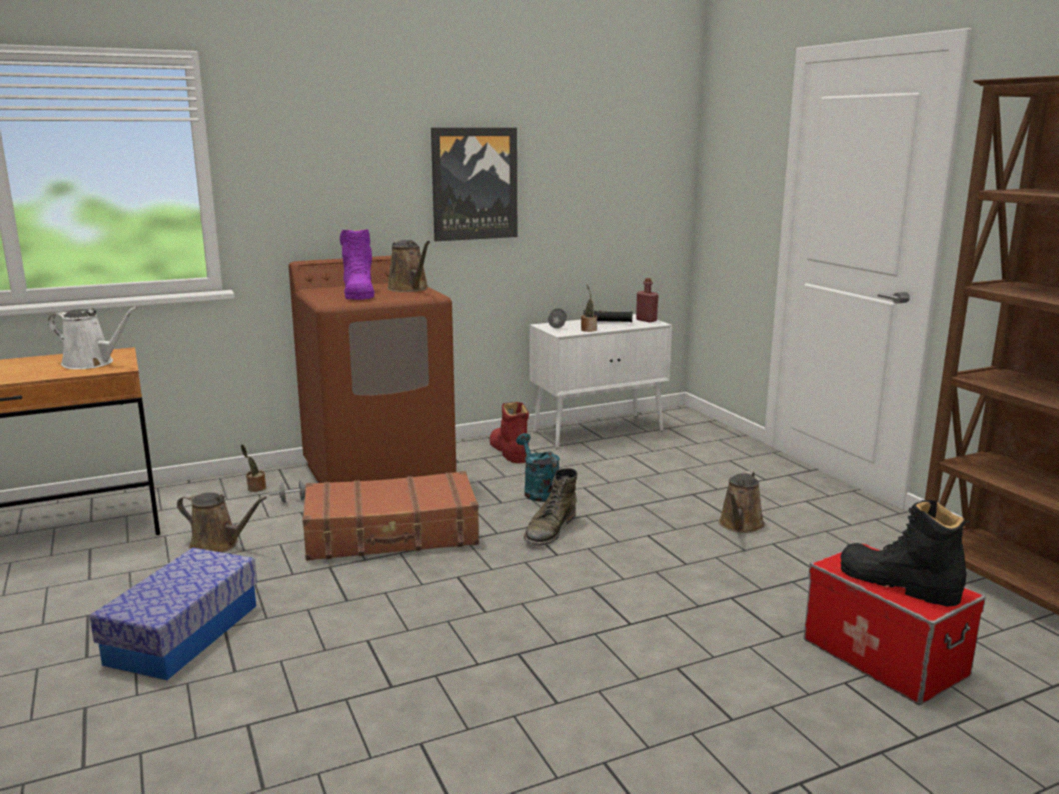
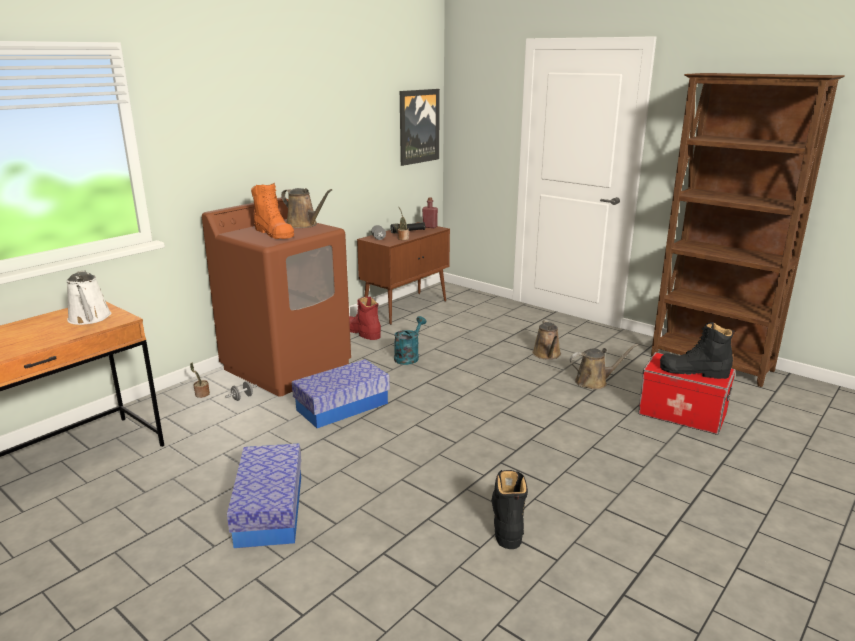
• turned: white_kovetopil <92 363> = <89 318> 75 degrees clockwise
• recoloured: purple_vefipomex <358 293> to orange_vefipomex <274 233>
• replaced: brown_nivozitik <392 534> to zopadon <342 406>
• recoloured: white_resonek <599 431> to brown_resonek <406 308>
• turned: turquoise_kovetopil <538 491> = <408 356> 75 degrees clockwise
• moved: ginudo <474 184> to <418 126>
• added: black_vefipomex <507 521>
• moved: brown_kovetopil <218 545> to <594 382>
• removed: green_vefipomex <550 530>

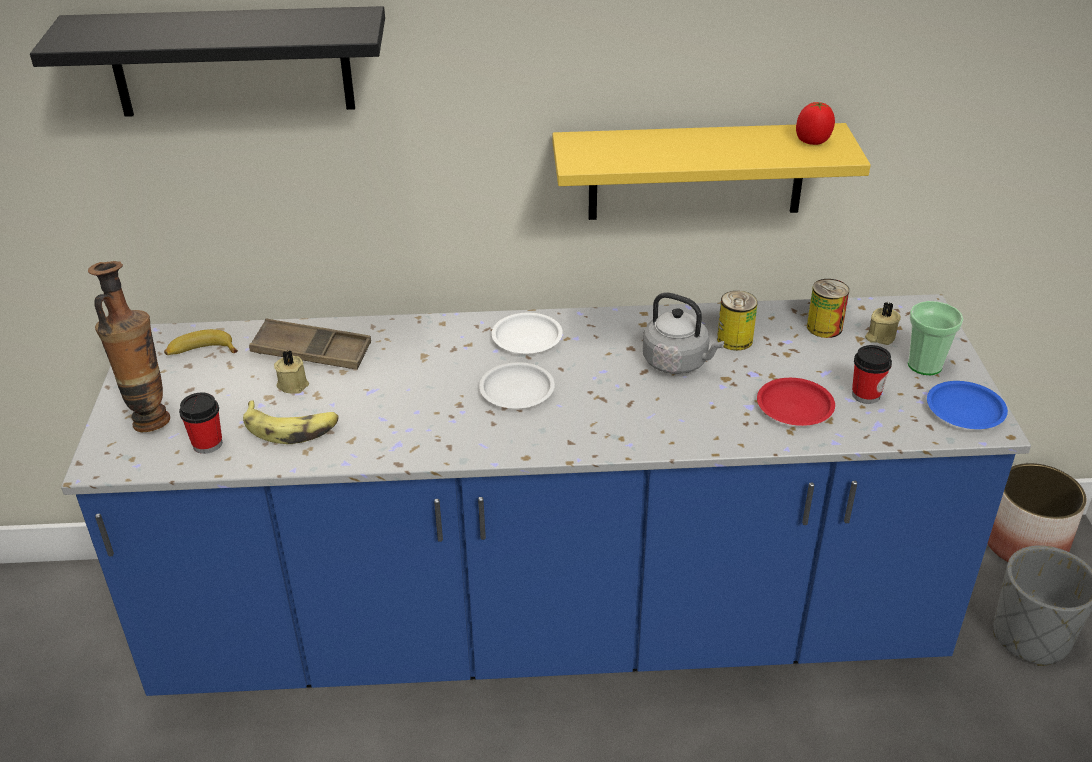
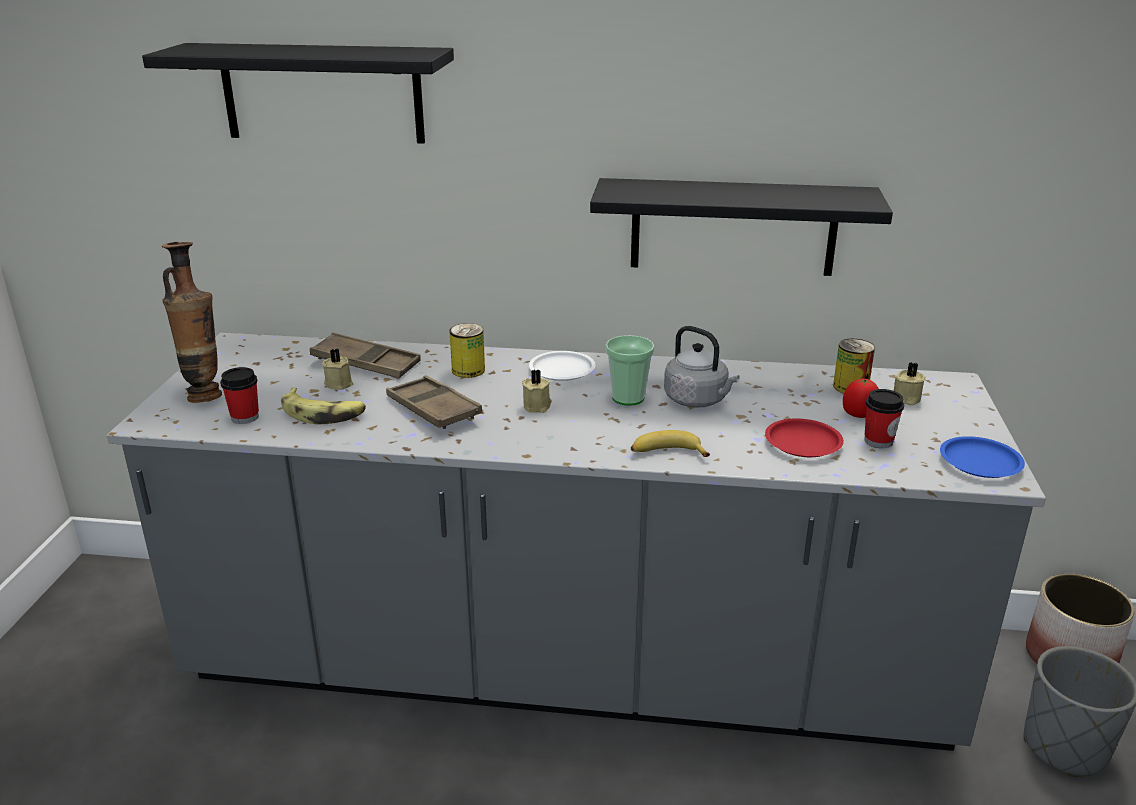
• recoloured: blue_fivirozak <548 624> to grey_fivirozak <568 668>
• added: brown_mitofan <433 409>
• moved: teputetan <734 340> to <468 370>
• replaced: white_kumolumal <517 390> to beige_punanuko <538 406>
• recoloured: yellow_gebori <696 172> to black_gebori <733 227>
• moved: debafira <924 365> to <628 398>
• moved: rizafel <201 352> to <667 453>
• moved: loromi <813 141> to <859 414>

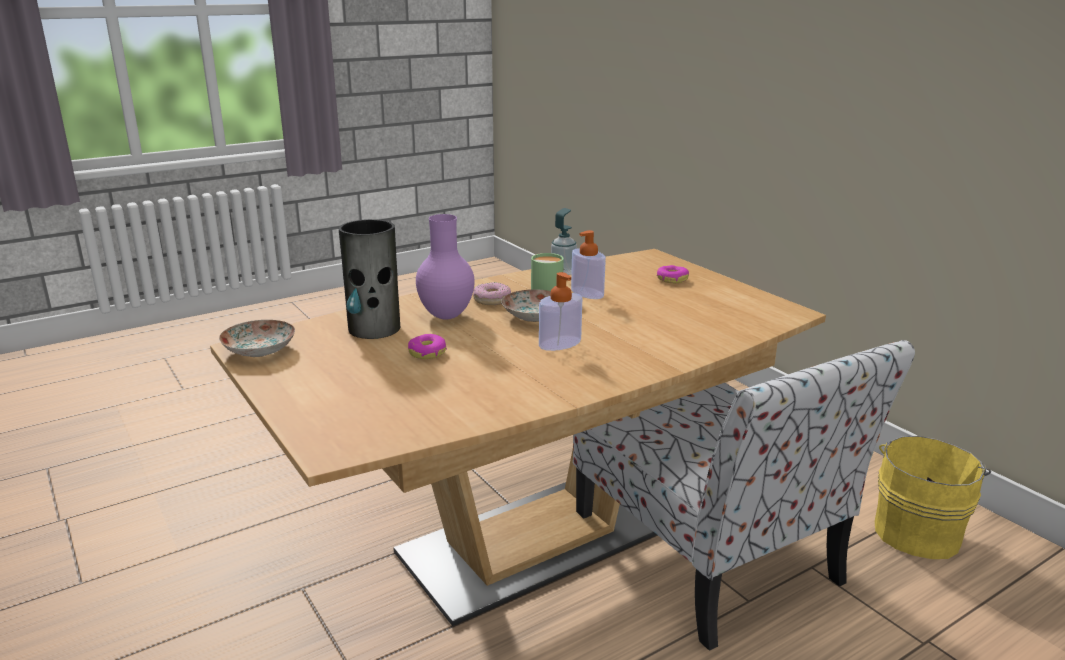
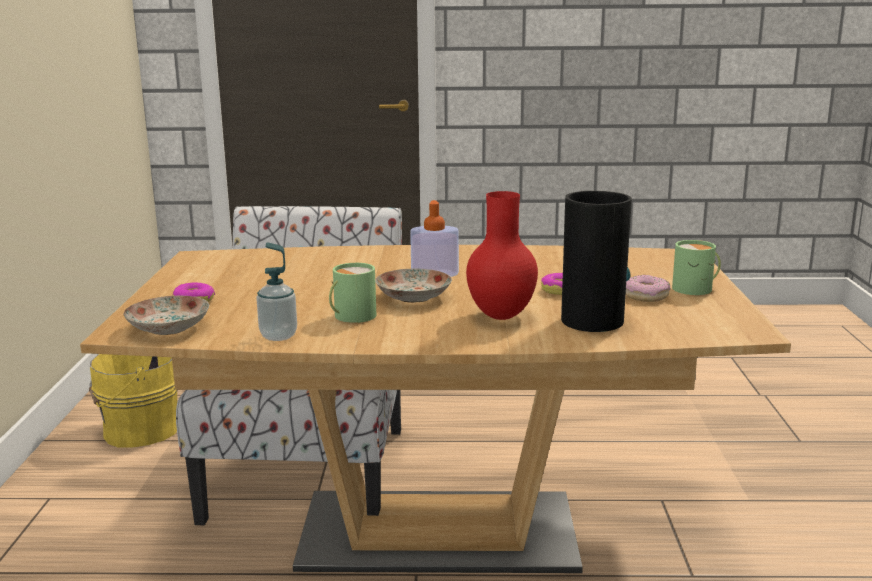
• moved: kumolumal <260 350> to <168 328>
• recoloured: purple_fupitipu <446 315> to red_fupitipu <500 317>
• moved: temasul <491 300> to <646 296>
• added: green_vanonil <696 288>
• removed: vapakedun <587 293>

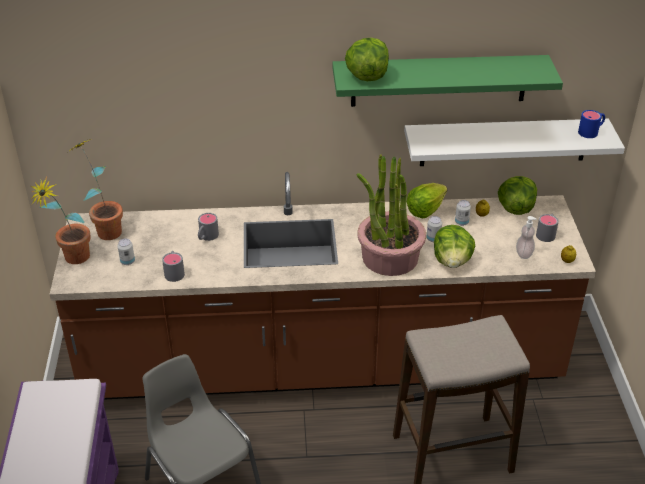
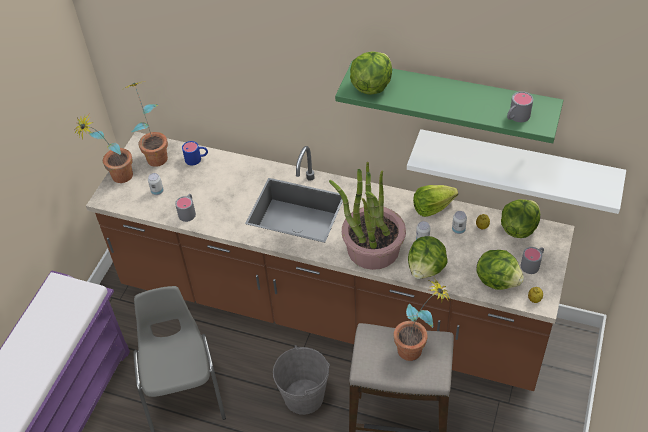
• moved: blue_vanonil <591 131> to <197 159>
• added: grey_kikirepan <304 396>
• added: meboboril <417 349>
• replaced: vapakedun <524 254> to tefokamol <497 280>
• moved: grey_vanonil <206 237> to <516 117>

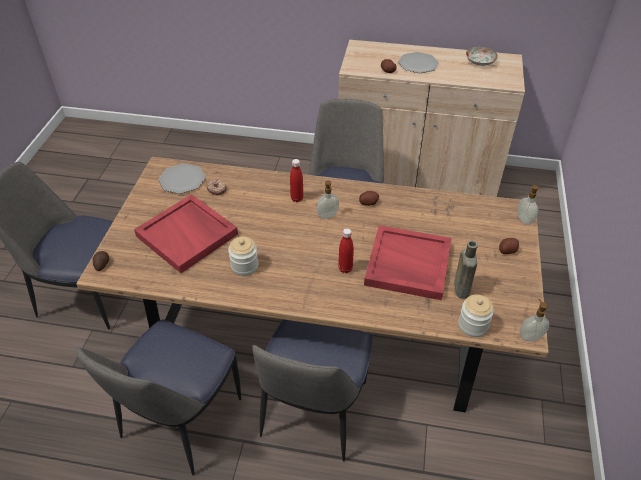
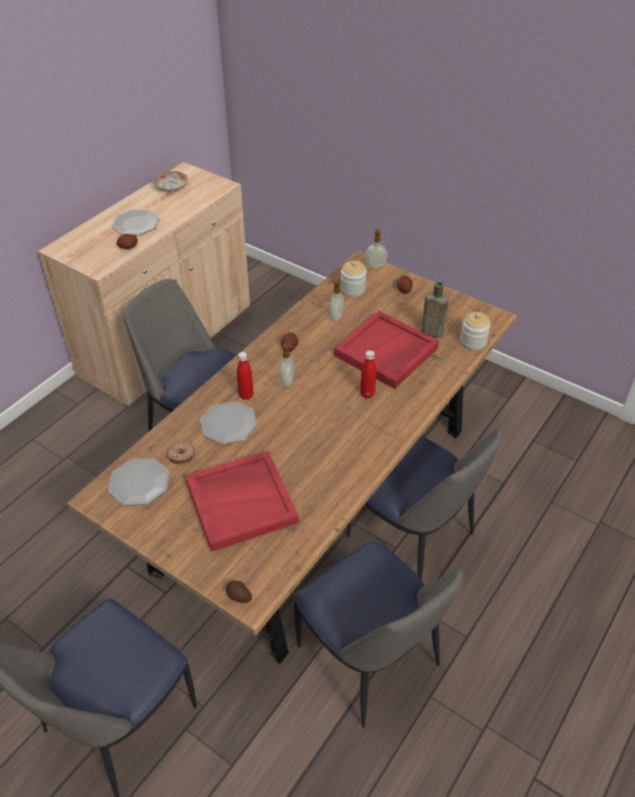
• added: kumolumal <228 424>
• moved: vapakedun <530 336> to <335 316>
• moved: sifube <244 266> to <353 289>

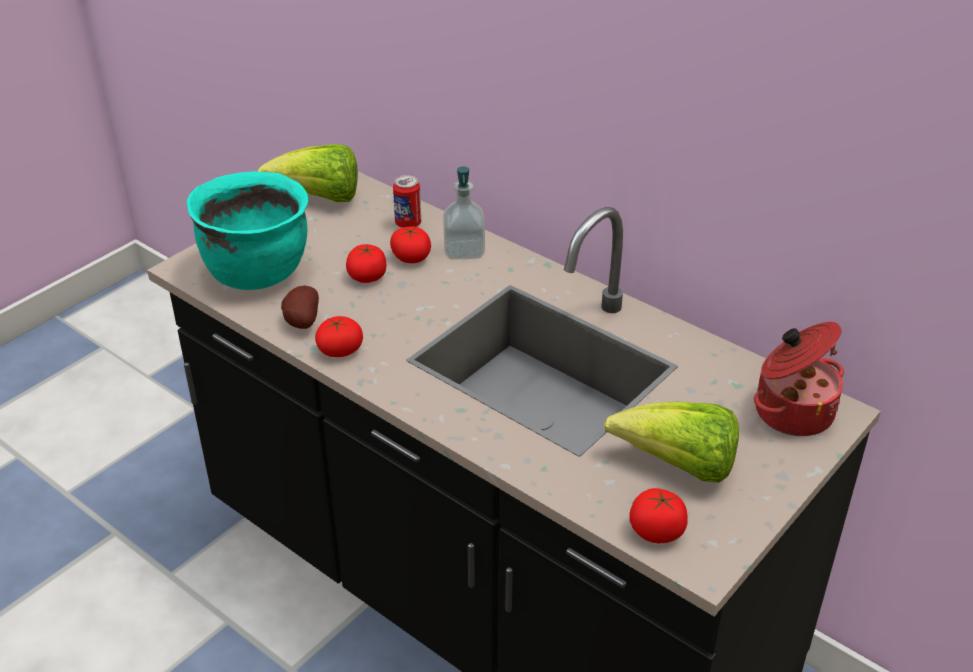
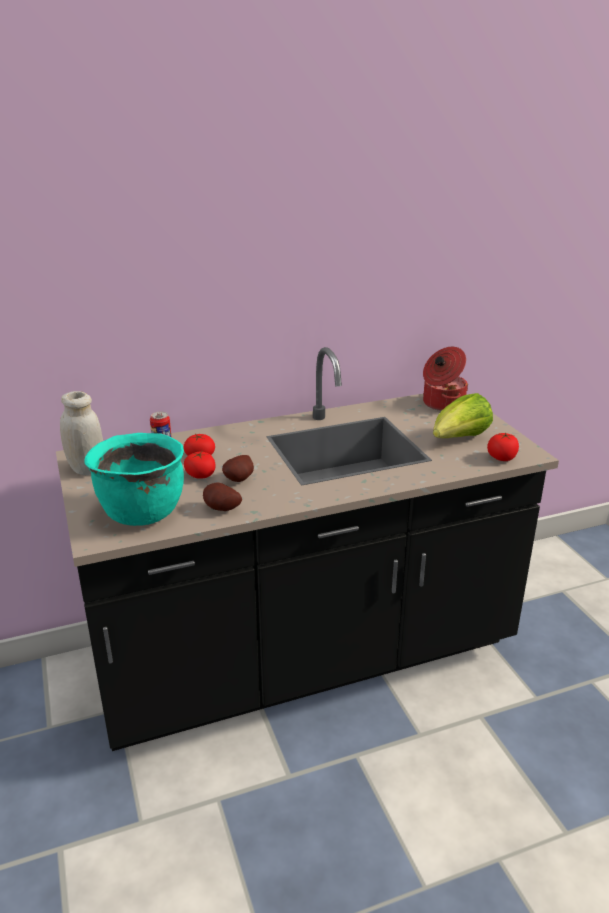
• replaced: tefokamol <319 198> to white_sifube <86 468>
• added: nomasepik <240 480>
• removed: loromi <340 350>
• removed: vapakedun <464 250>

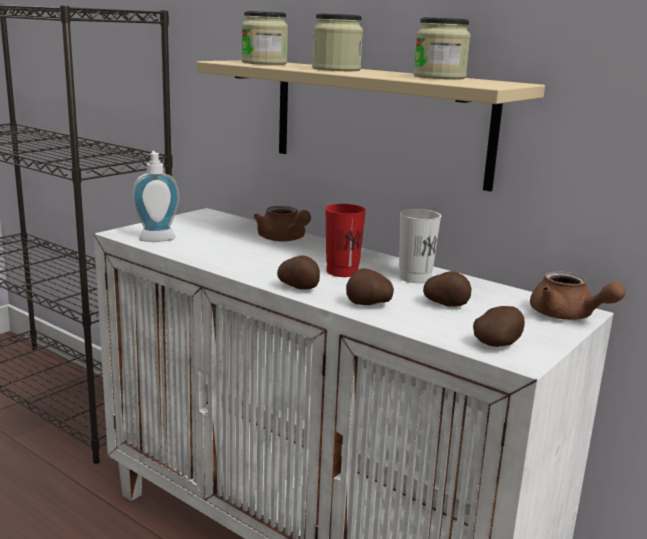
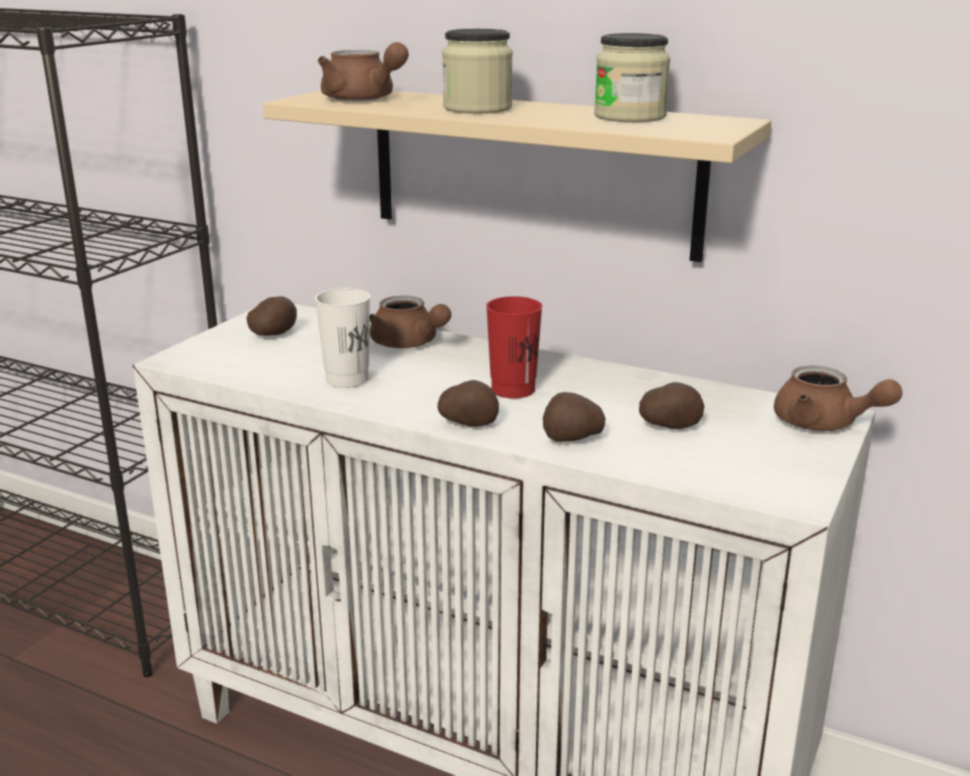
• moved: nomasepik <498 344> to <274 334>
• moved: white_debafira <415 278> to <347 379>
• replaced: sifube <264 63> to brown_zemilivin <363 99>
• removed: vapakedun <157 238>

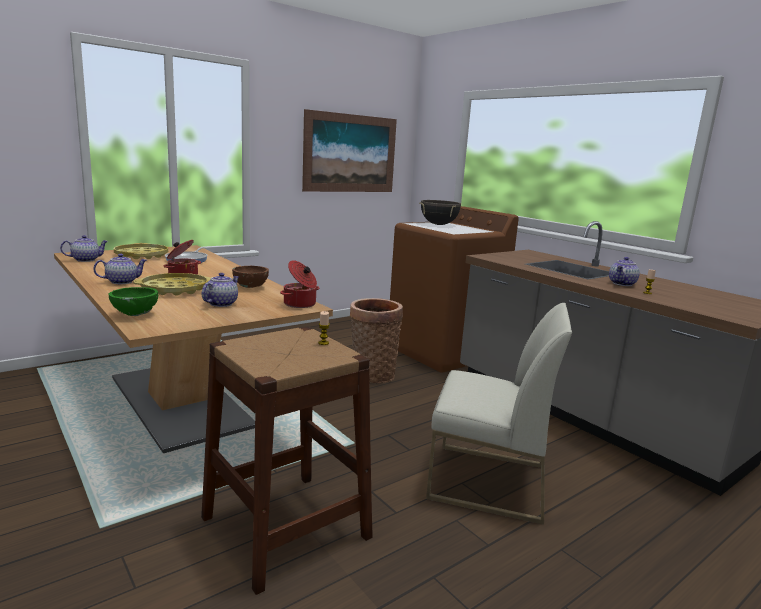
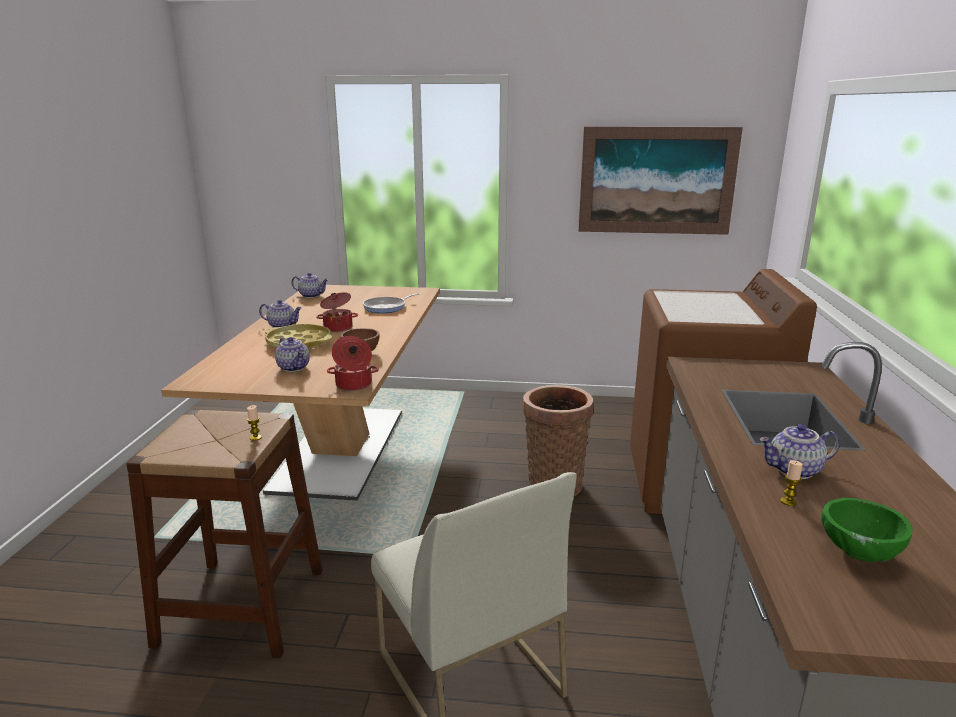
• turned: zemilivin <221 303> = <294 368> 75 degrees clockwise
• moved: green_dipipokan <134 314> to <857 553>
• removed: yellow_mitofan <141 255>
• removed: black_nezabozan <438 224>

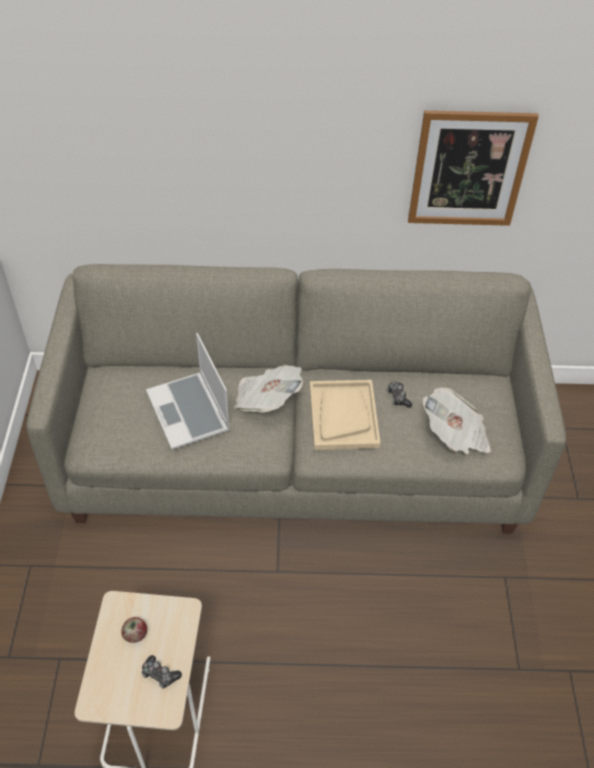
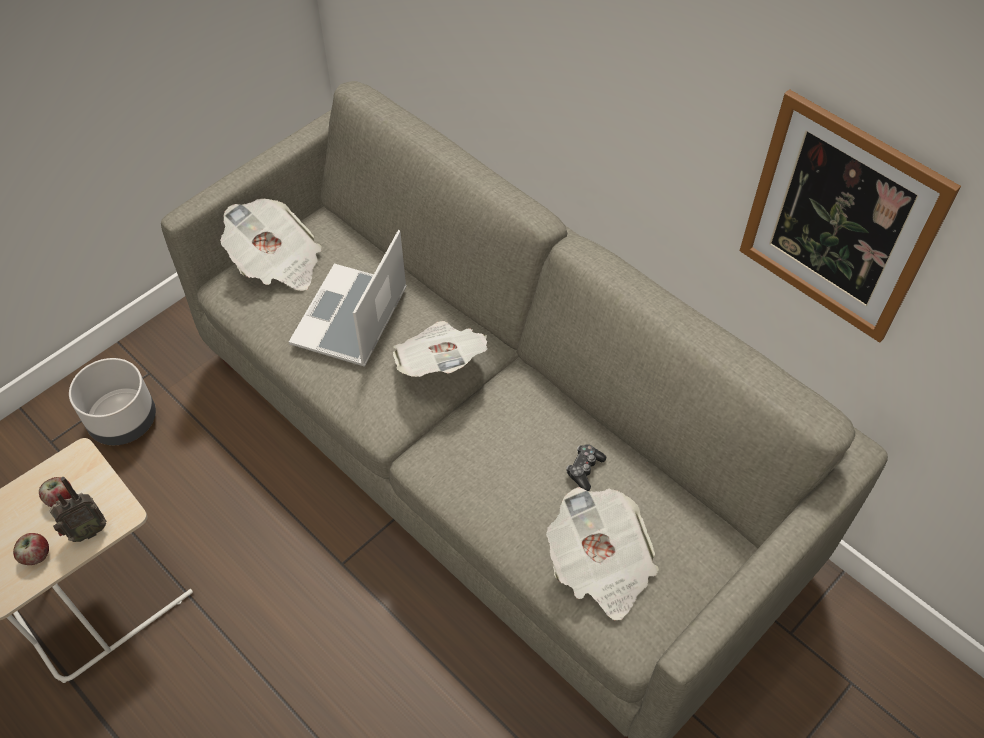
• replaced: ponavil <160 674> to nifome <36 555>
• added: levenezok <86 531>
• added: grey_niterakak <124 421>
• added: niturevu <277 263>
• removed: beige_mitofan <343 416>

